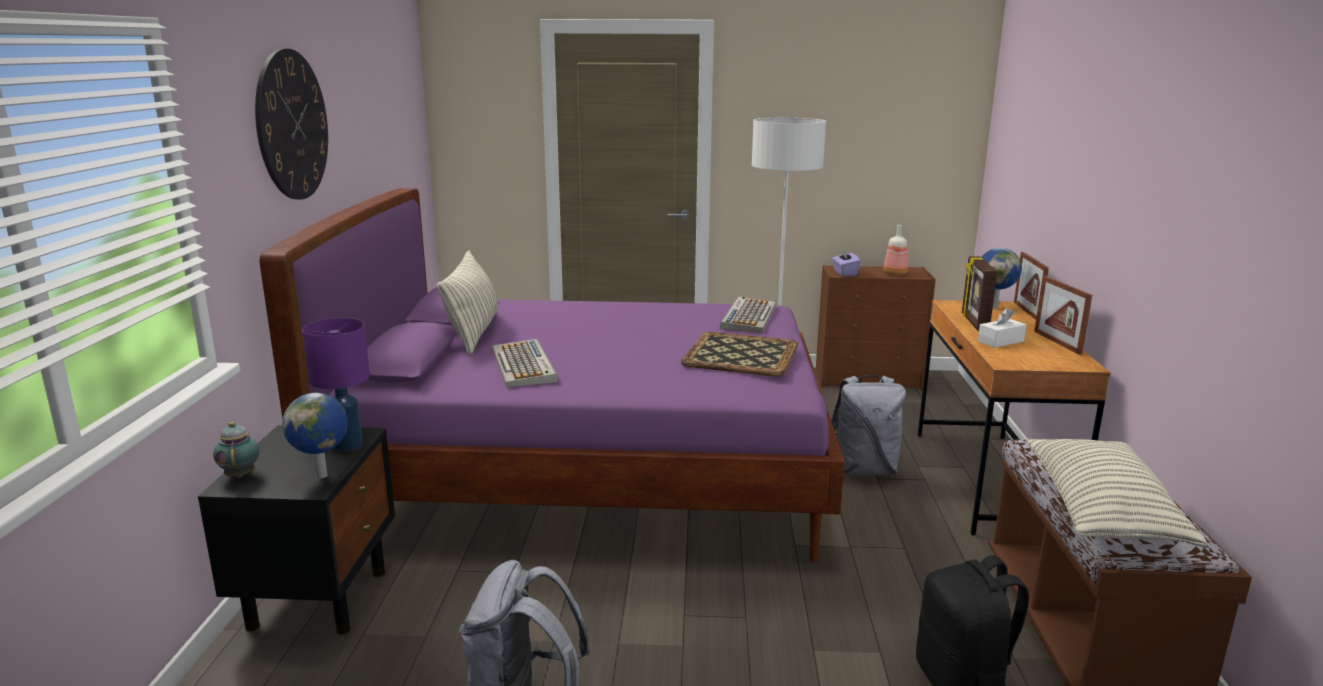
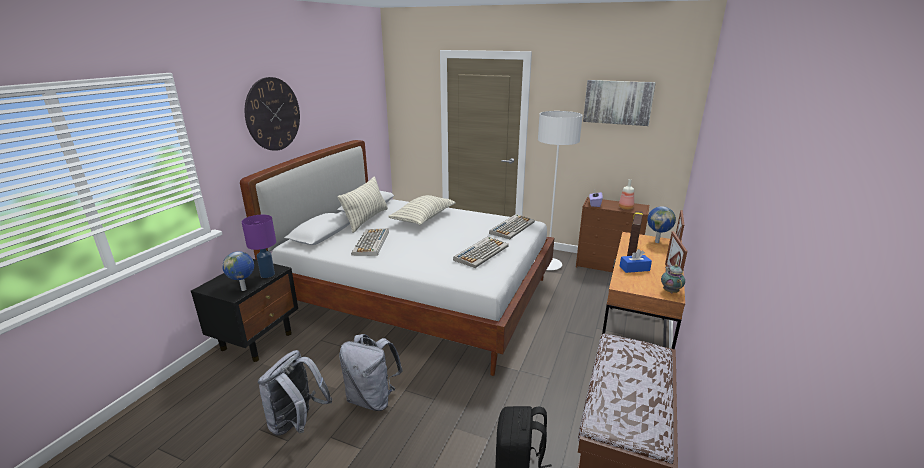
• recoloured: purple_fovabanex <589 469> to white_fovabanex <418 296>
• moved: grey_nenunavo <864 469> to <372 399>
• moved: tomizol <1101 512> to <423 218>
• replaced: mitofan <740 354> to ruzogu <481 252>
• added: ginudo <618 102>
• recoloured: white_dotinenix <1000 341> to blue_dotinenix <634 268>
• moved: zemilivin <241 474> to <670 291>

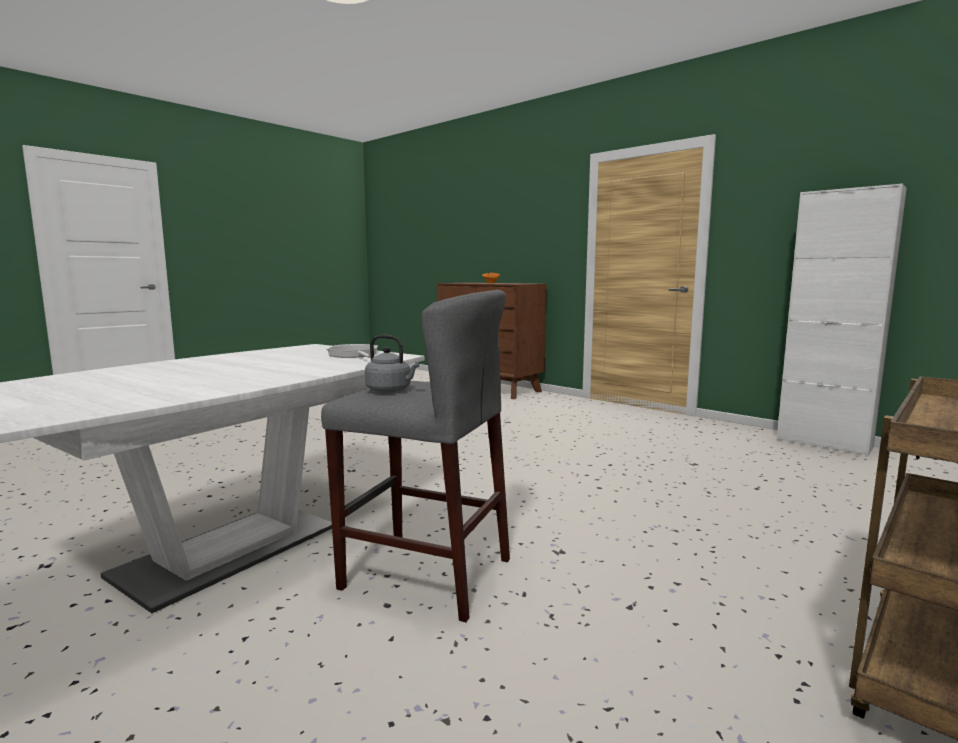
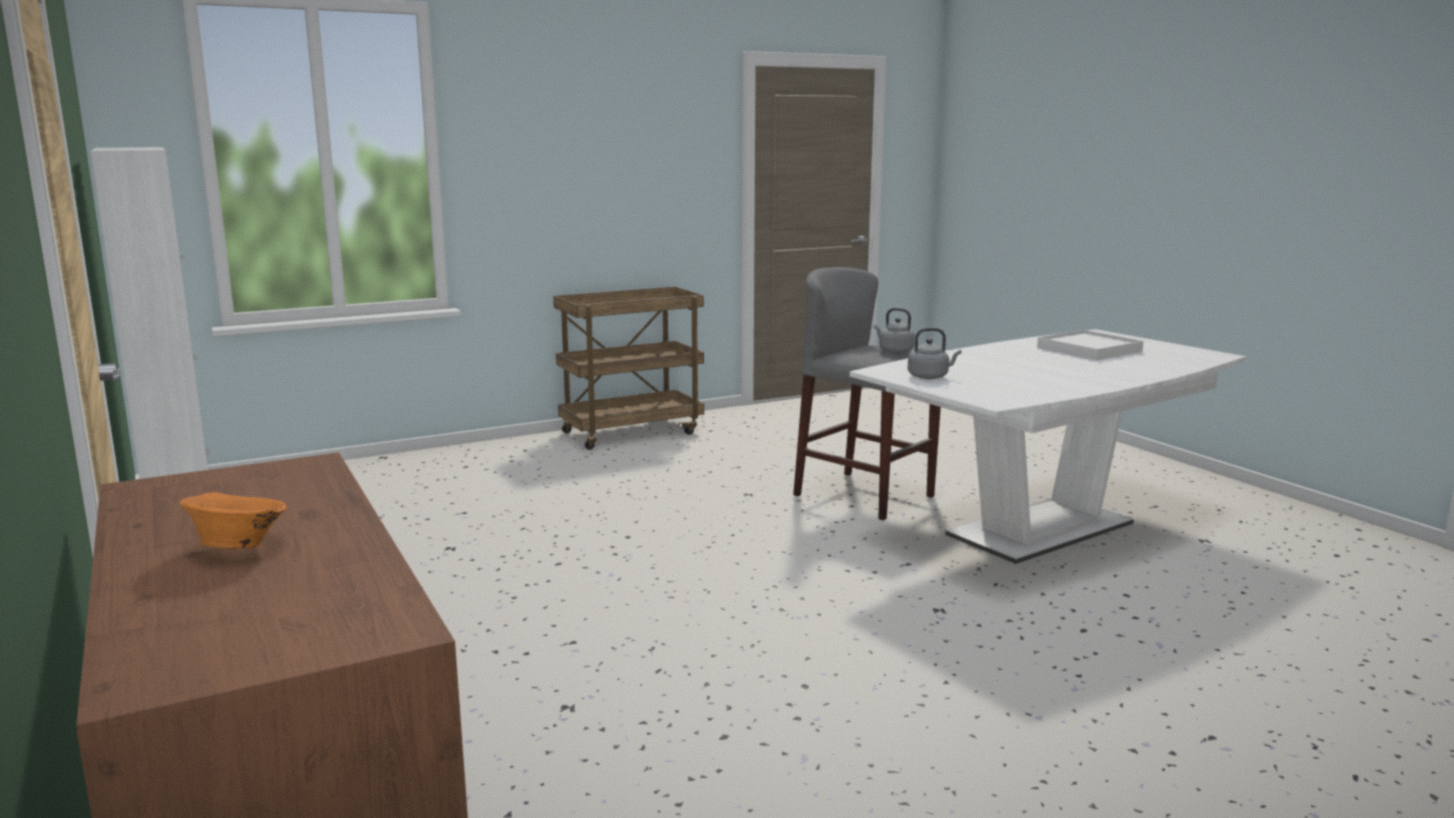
• replaced: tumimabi <353 355> to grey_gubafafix <930 377>
• added: white_mitofan <1089 350>

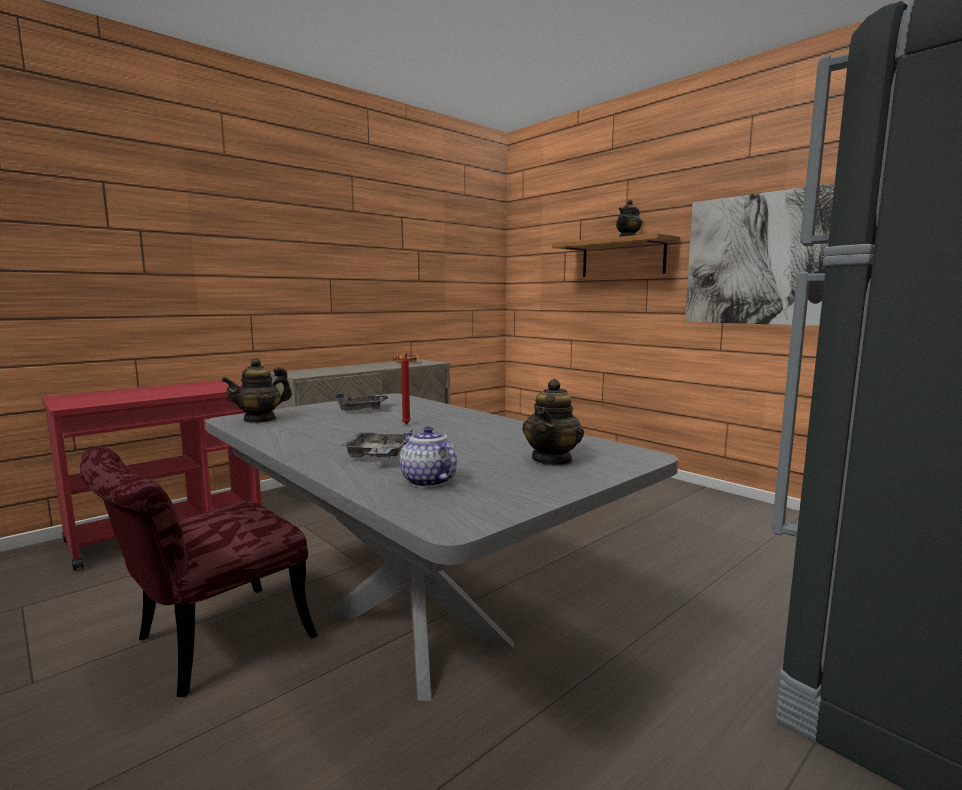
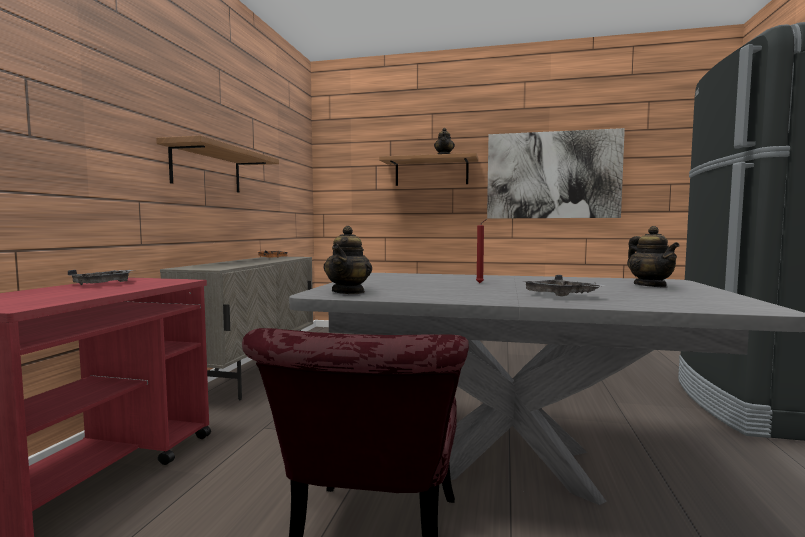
• moved: grey_mitofan <363 409> to <105 284>
• added: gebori <207 169>
• removed: zemilivin <427 481>

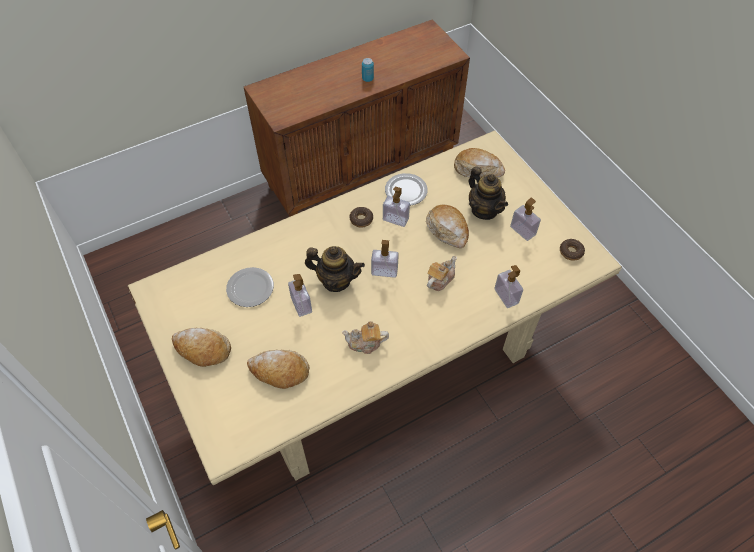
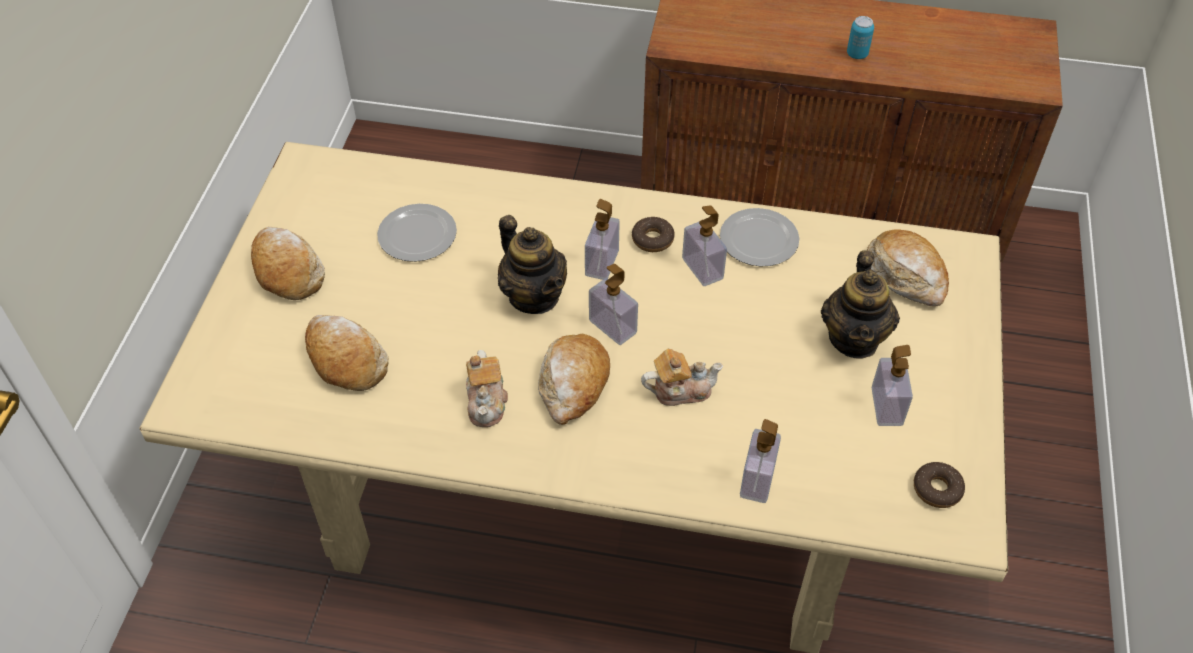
• turned: zemilivin <365 343> = <487 402> 135 degrees counterclockwise
• moved: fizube <447 230> to <573 385>
• moved: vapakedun <301 304> to <602 263>

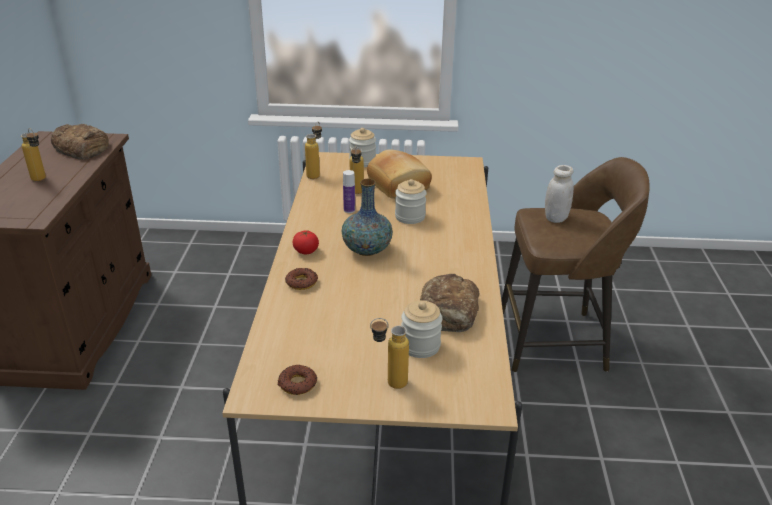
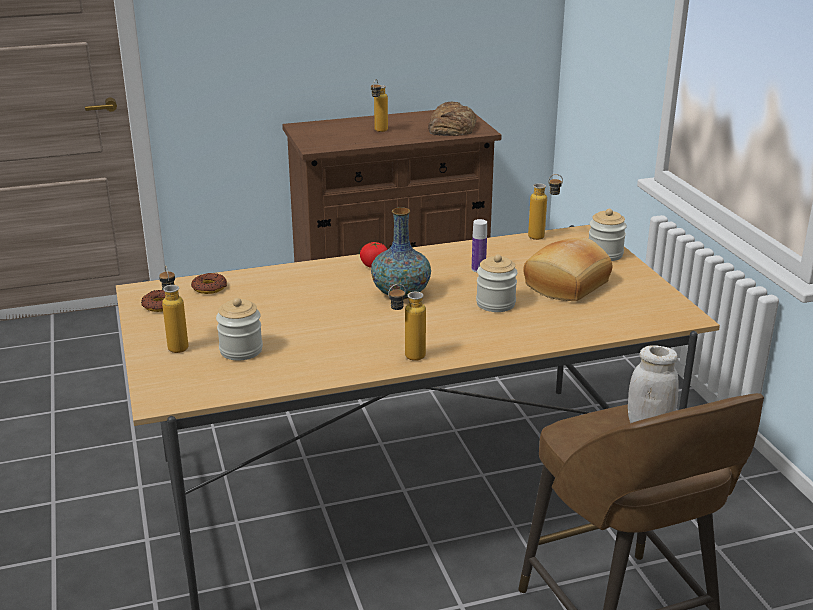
• moved: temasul <301 282> to <209 287>
• moved: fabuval <356 194> to <407 357>
• removed: fizube <449 311>

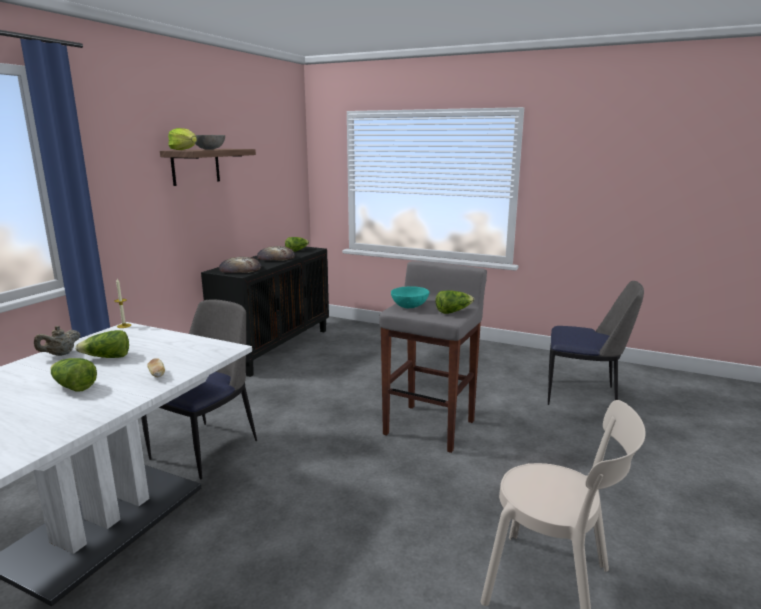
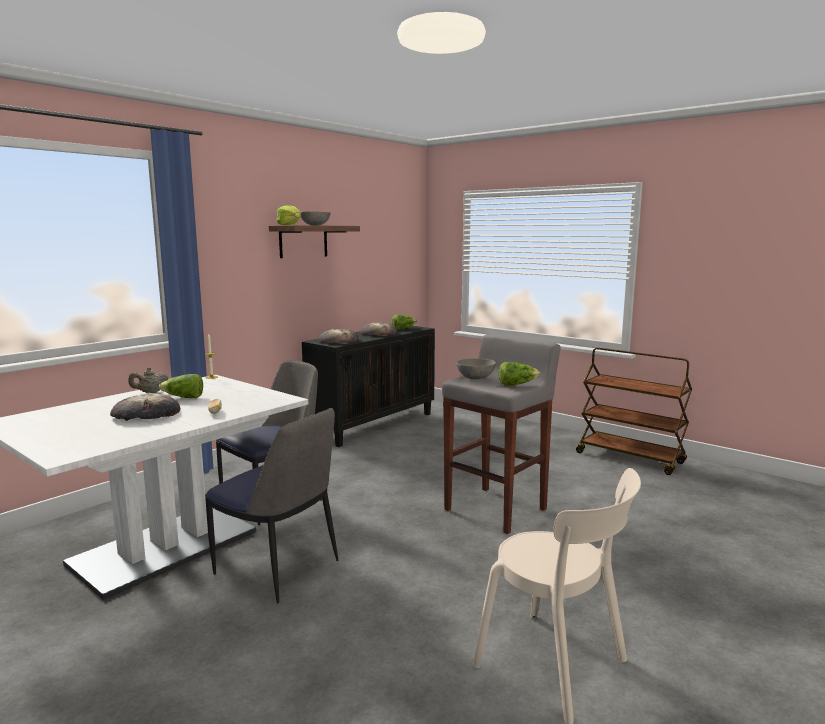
• replaced: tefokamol <73 386> to fizube <146 414>
• moved: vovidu <584 396> to <279 569>
• recoloured: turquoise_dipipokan <410 306> to grey_dipipokan <476 378>
• added: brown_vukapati <630 458>

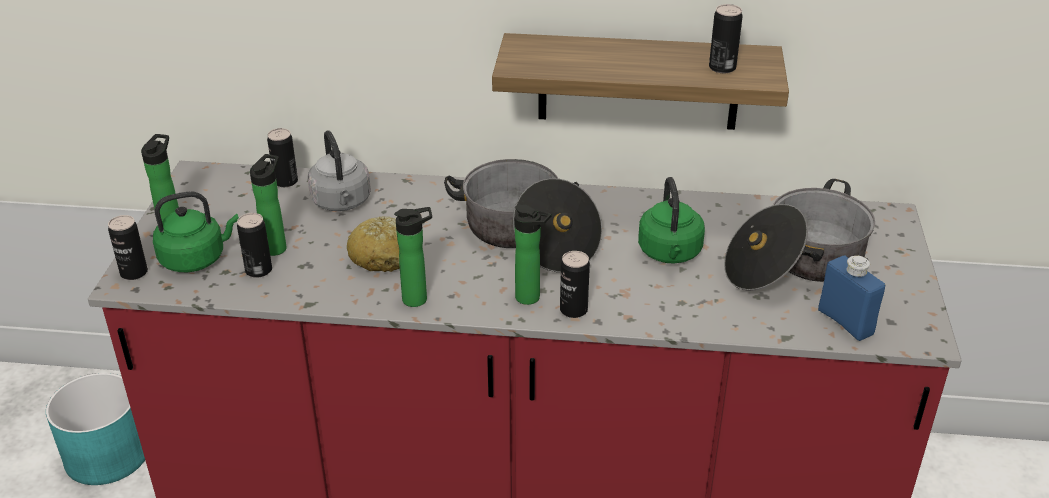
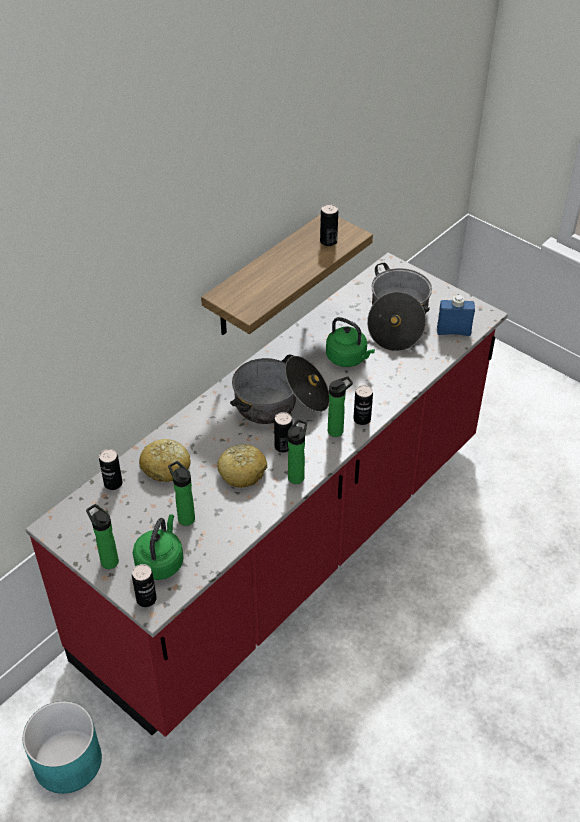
• replaced: grey_gubafafix <342 203> to fizube <166 467>
• moved: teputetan <258 270> to <283 446>

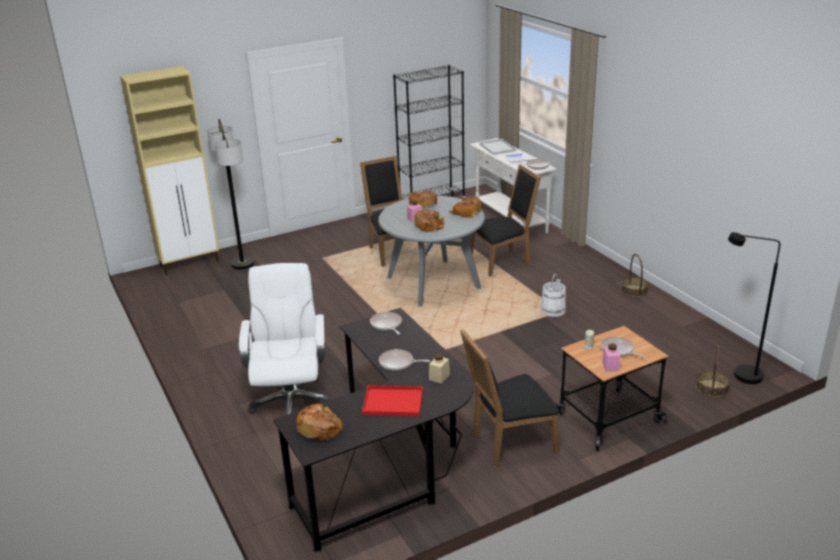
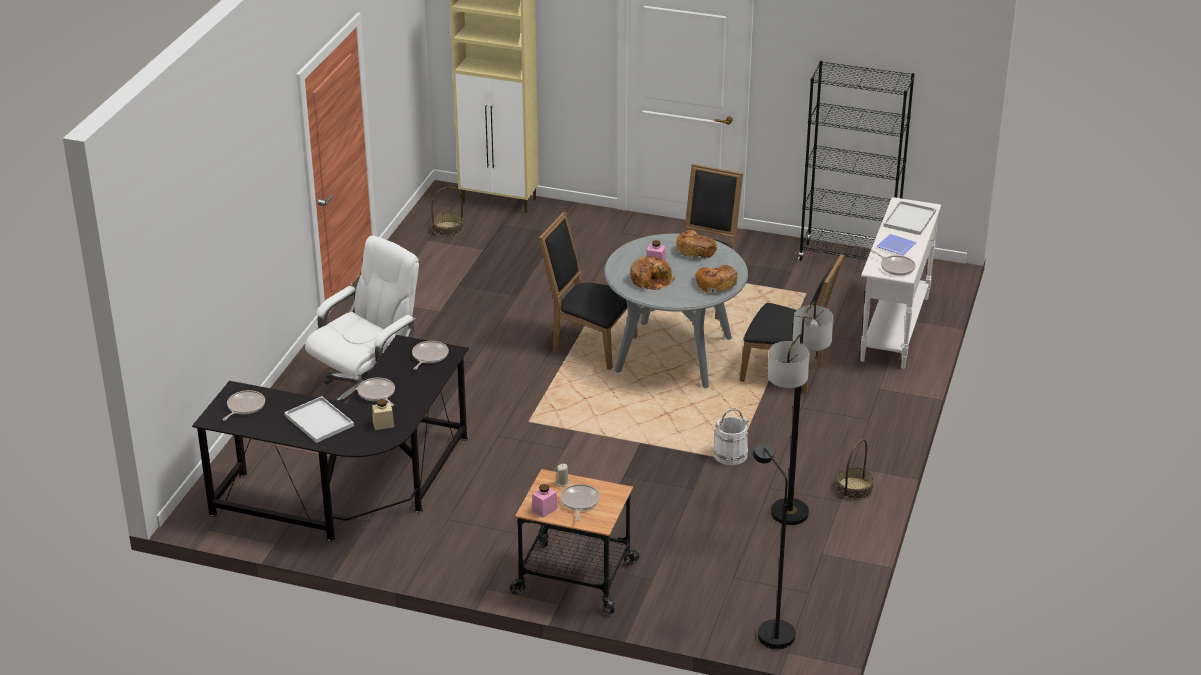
• replaced: fizube <320 428> to tumimabi <244 407>
• recoloured: red_mitofan <391 402> to white_mitofan <318 420>
• moved: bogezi <712 388> to <448 229>
• moved: black_vovidu <509 442> to <589 344>
• moved: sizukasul <242 264> to <789 513>

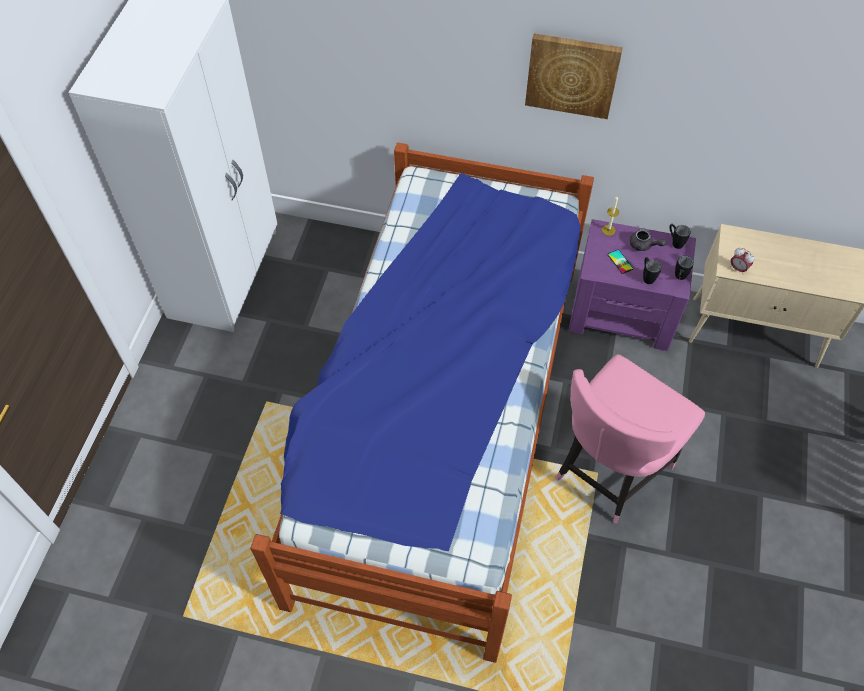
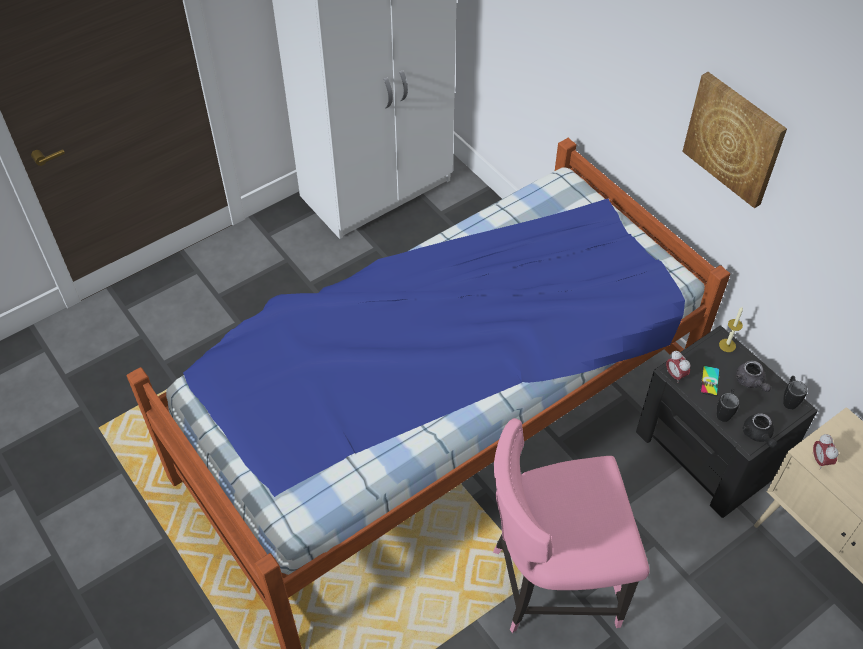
• recoloured: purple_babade <623 312> to black_babade <710 451>
• added: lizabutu <675 375>
• replaced: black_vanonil <679 278> to black_zemilivin <758 435>

